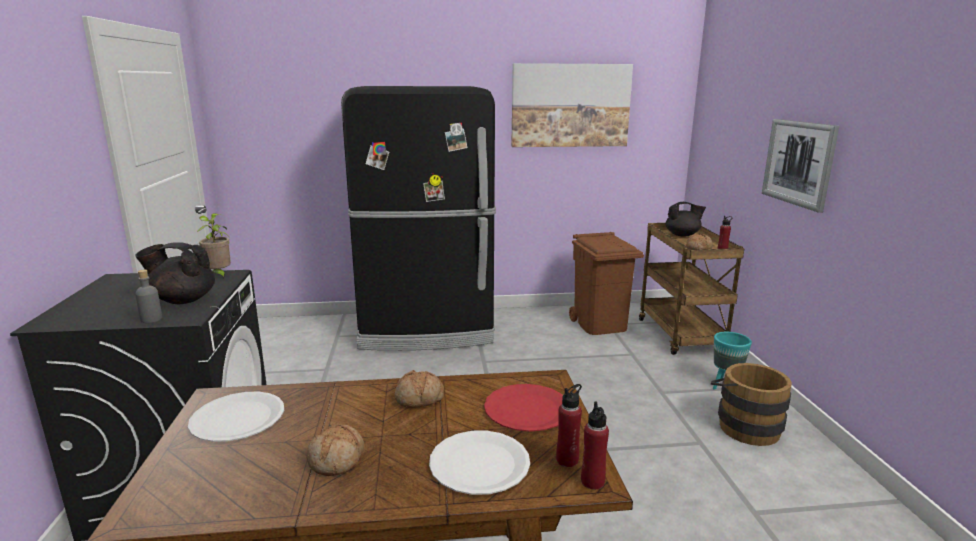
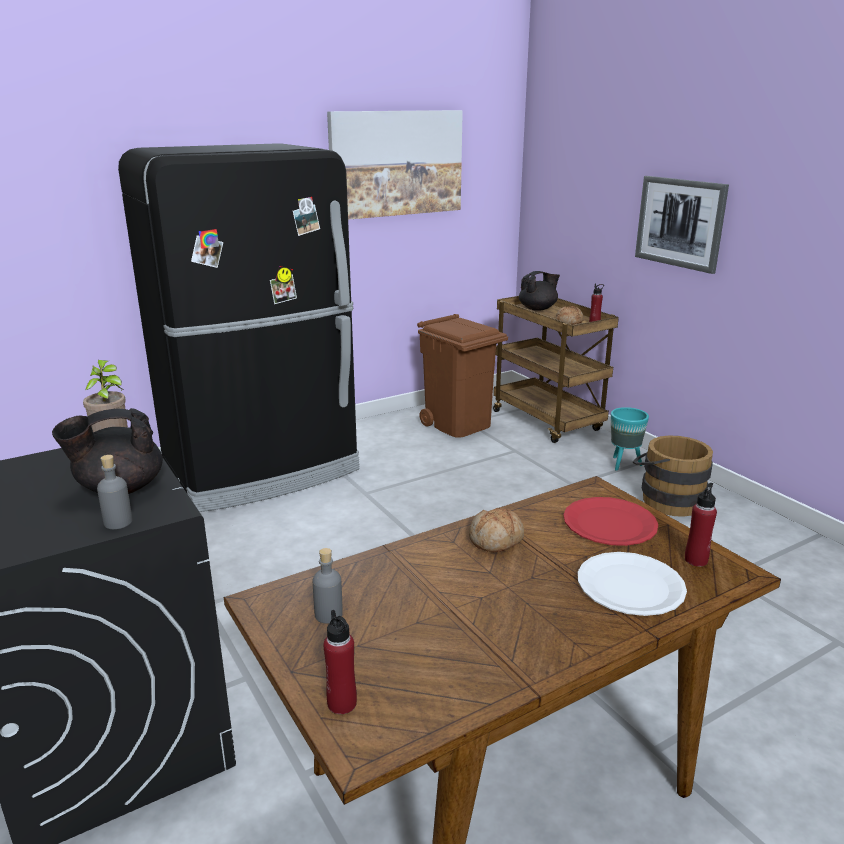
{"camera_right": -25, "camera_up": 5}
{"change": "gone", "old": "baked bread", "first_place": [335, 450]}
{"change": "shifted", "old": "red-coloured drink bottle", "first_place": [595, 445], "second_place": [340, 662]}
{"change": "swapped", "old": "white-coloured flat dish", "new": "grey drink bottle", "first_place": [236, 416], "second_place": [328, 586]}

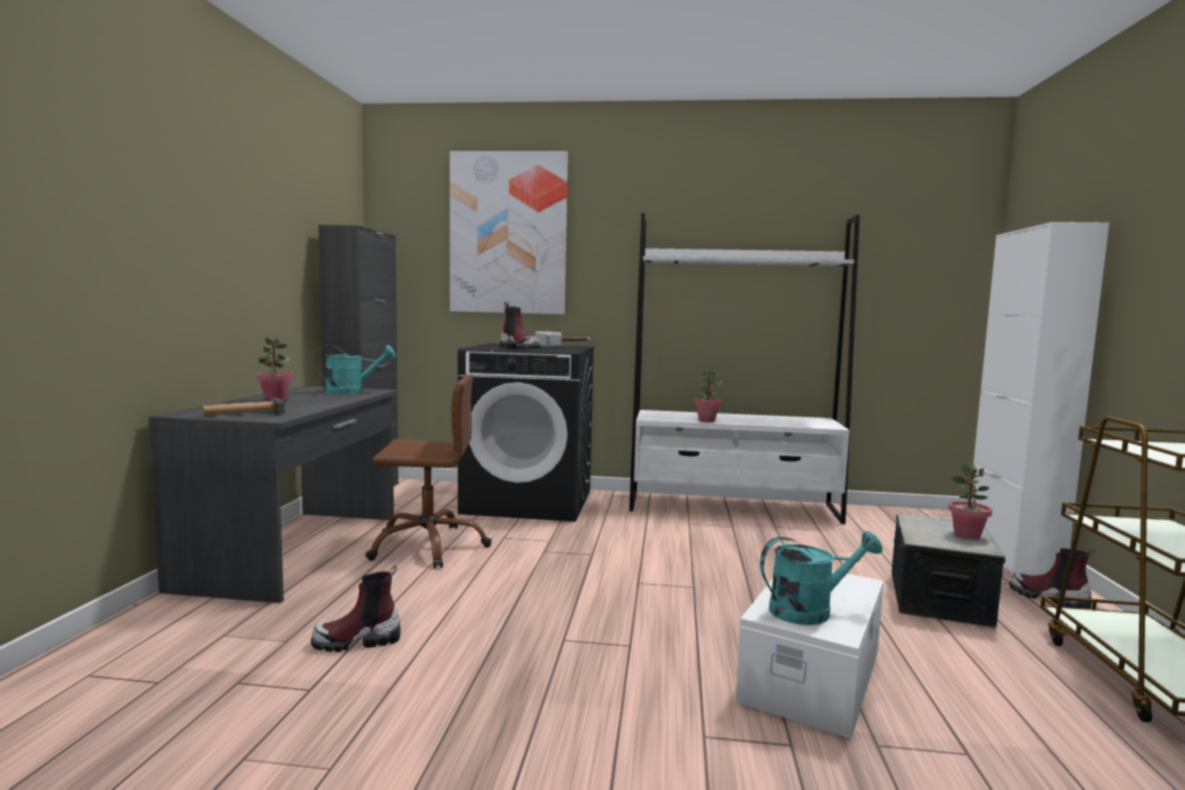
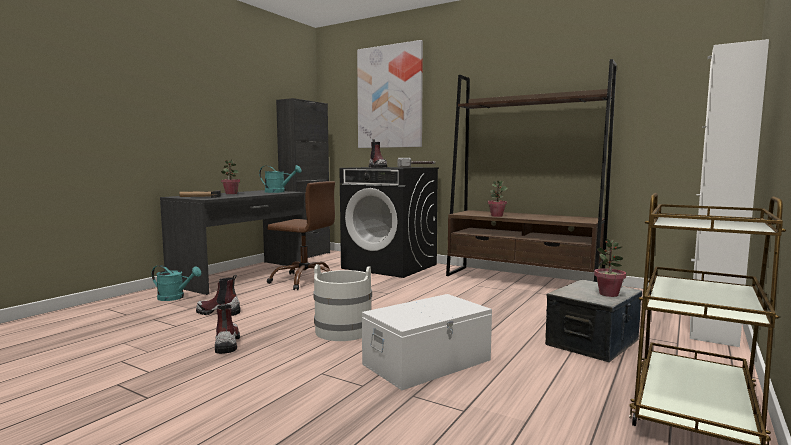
{"camera_right": 25, "camera_up": 0}
{"change": "new", "new": "white-coloured bucket", "second_place": [342, 302]}
{"change": "shifted", "old": "blue-green watering can", "first_place": [821, 578], "second_place": [177, 283]}
{"change": "shifted", "old": "boot", "first_place": [1052, 578], "second_place": [227, 329]}
{"change": "repainted", "old": "white-coloured bookshelf", "new": "brown bookshelf", "first_place": [744, 368], "second_place": [531, 170]}

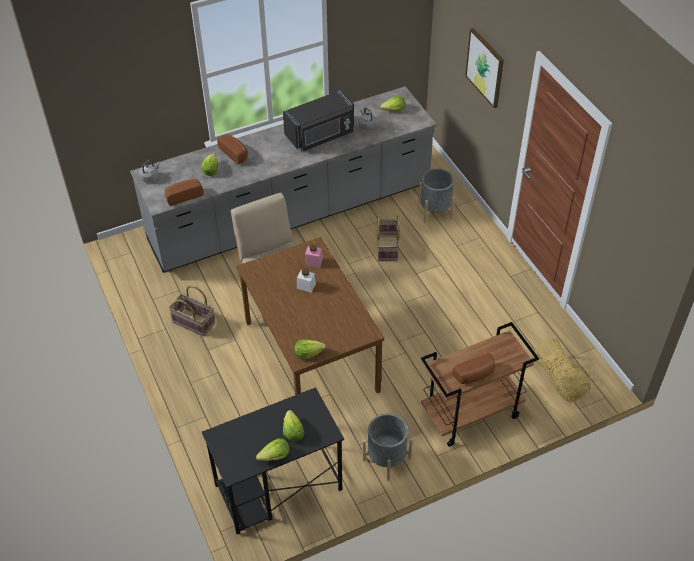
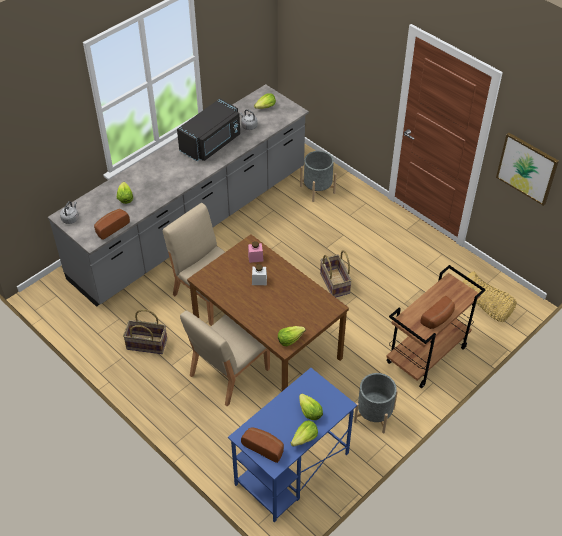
{"camera_right": -20, "camera_up": 0}
{"change": "new", "new": "sand-coloured chair", "second_place": [225, 358]}
{"change": "shifted", "old": "baked bread", "first_place": [232, 149], "second_place": [262, 445]}
{"change": "shifted", "old": "storage basket", "first_place": [388, 238], "second_place": [336, 273]}
{"change": "shifted", "old": "wall picture", "first_place": [484, 68], "second_place": [527, 169]}
{"change": "repainted", "old": "blackish desk table", "new": "blue-coloured desk table", "first_place": [273, 460], "second_place": [292, 445]}

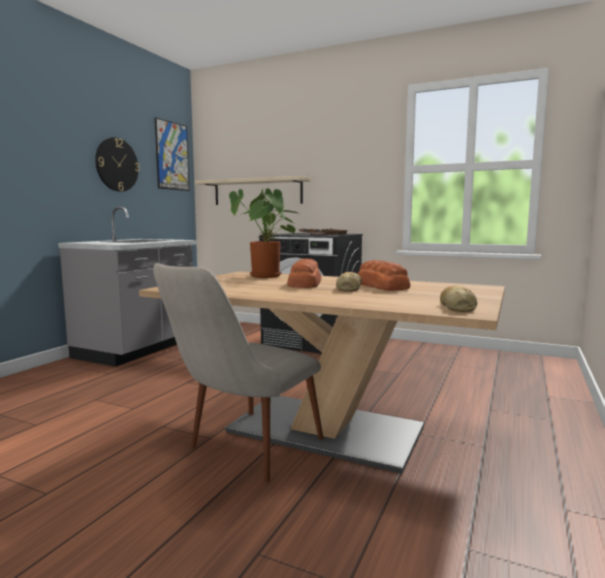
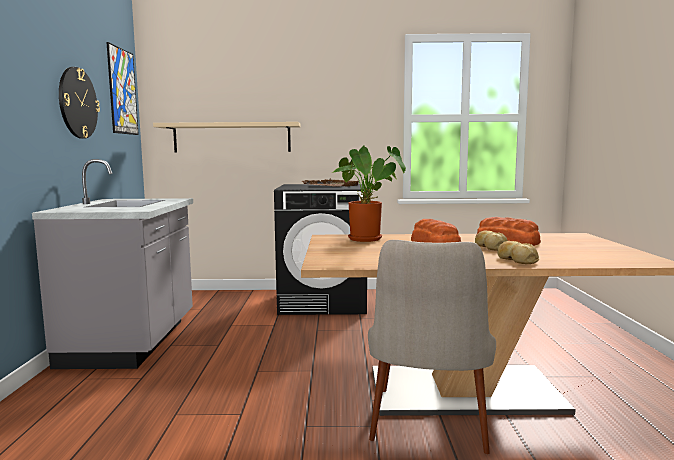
{"camera_right": -25, "camera_up": 0}
{"change": "shifted", "old": "baked bread", "first_place": [458, 299], "second_place": [518, 252]}

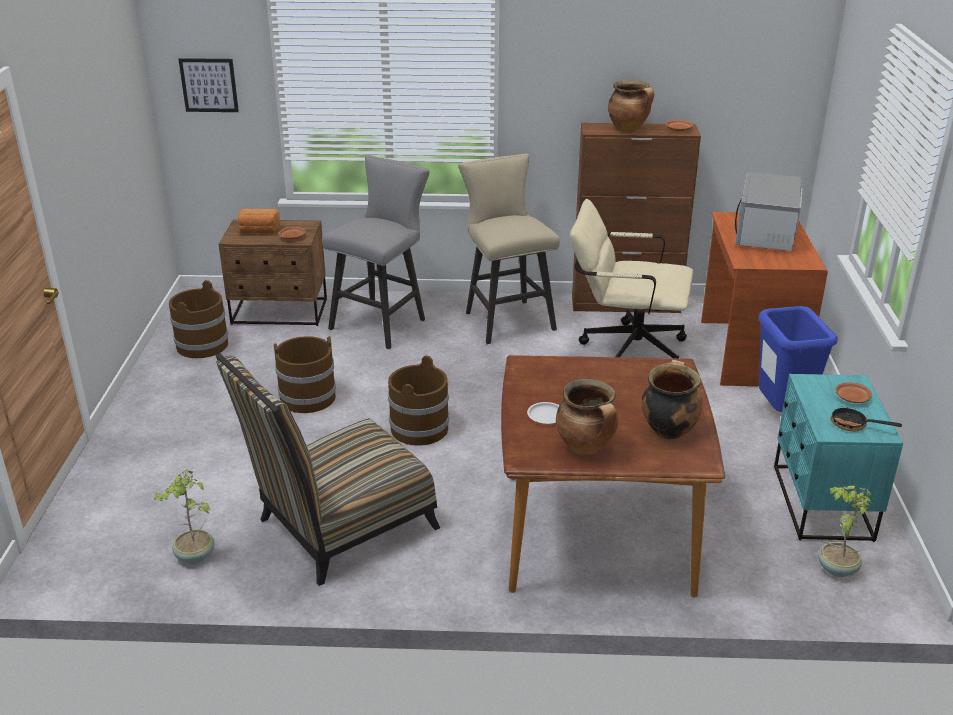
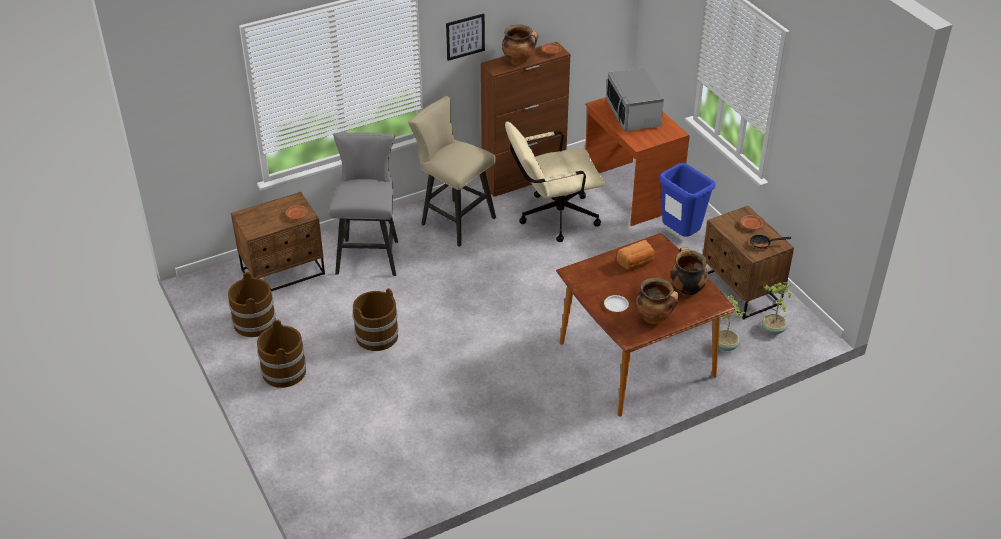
{"camera_right": -30, "camera_up": 10}
{"change": "gone", "old": "chair", "first_place": [327, 469]}
{"change": "shifted", "old": "plant in a pot", "first_place": [184, 516], "second_place": [736, 323]}
{"change": "shifted", "old": "wall picture", "first_place": [208, 85], "second_place": [465, 37]}
{"change": "shifted", "old": "baked bread", "first_place": [259, 221], "second_place": [635, 255]}
{"change": "shifted", "old": "brown bucket", "first_place": [418, 401], "second_place": [281, 354]}
{"change": "repainted", "old": "blue-green bedside table", "new": "brown bedside table", "first_place": [838, 458], "second_place": [748, 262]}

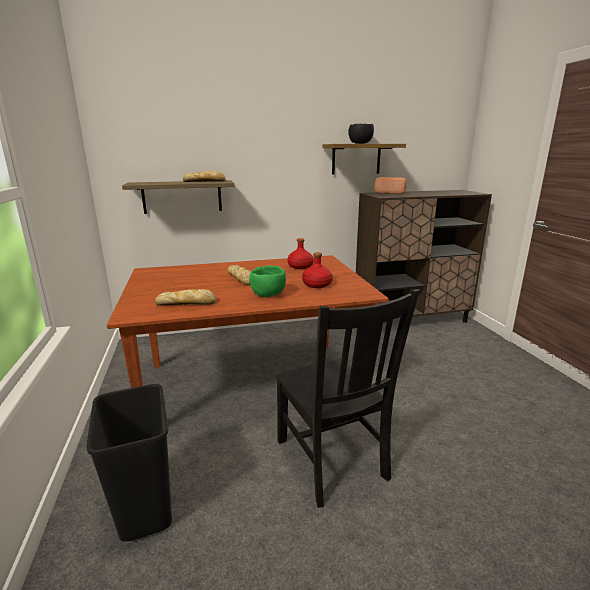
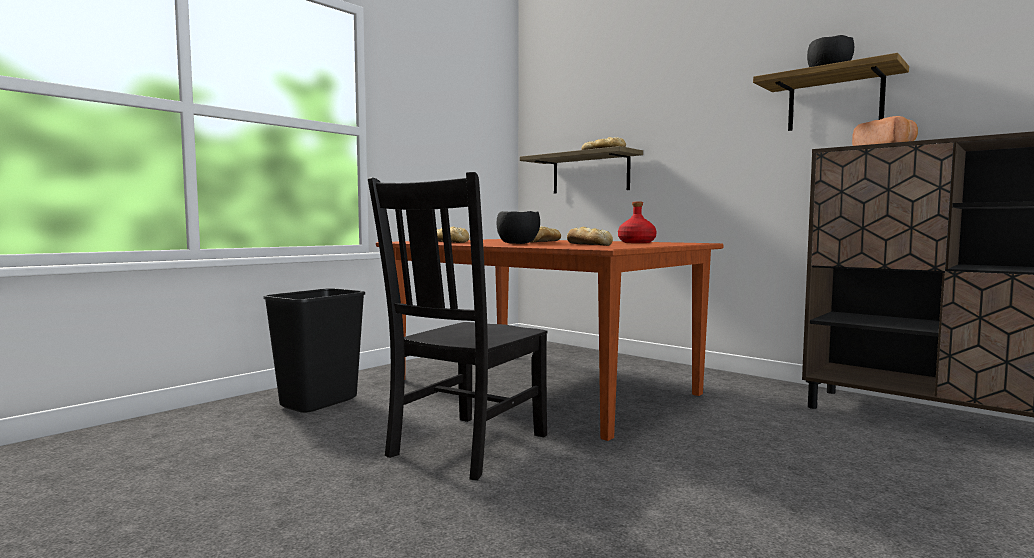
{"camera_right": 55, "camera_up": -15}
{"change": "swapped", "old": "red-coloured drink bottle", "new": "baked bread", "first_place": [317, 270], "second_place": [590, 236]}
{"change": "repainted", "old": "greenish bowl", "new": "blackish bowl", "first_place": [267, 281], "second_place": [518, 227]}

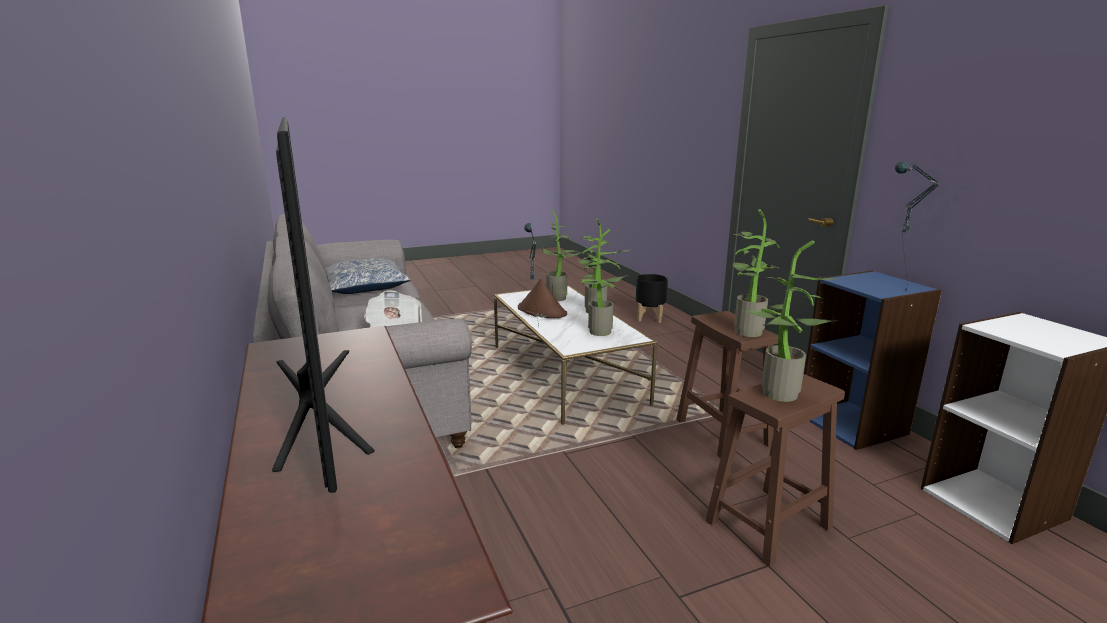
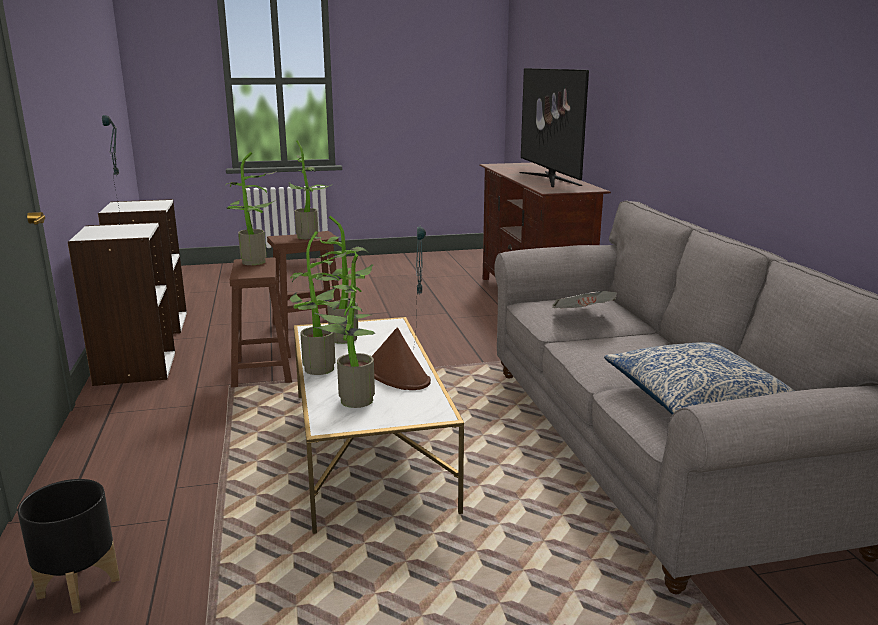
{"camera_right": -170, "camera_up": 0}
{"change": "repainted", "old": "blue-coloured bookshelf", "new": "white-coloured bookshelf", "first_place": [873, 360], "second_place": [121, 304]}

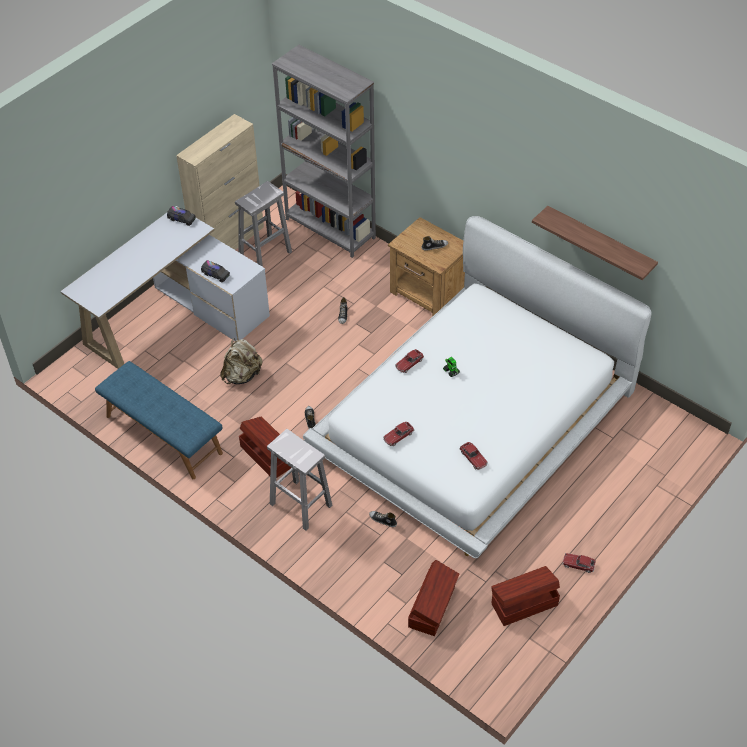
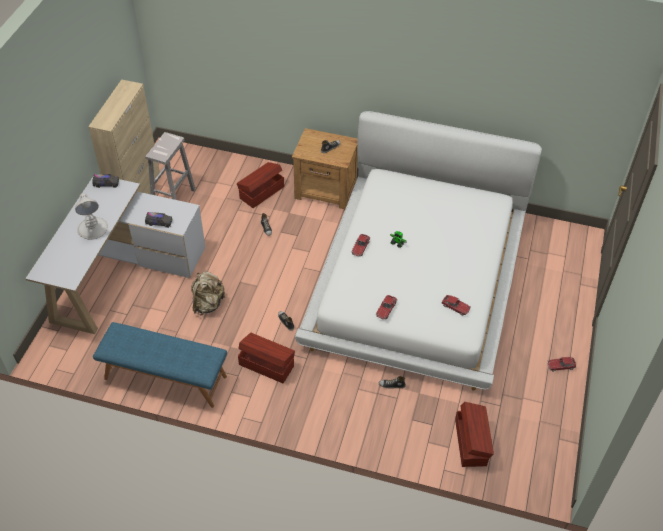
{"camera_right": -25, "camera_up": 0}
{"change": "gone", "old": "white-coloured stool", "first_place": [300, 480]}
{"change": "gone", "old": "grey bookshelf", "first_place": [324, 151]}
{"change": "gone", "old": "wall shelf", "first_place": [595, 243]}
{"change": "new", "new": "white-coloured tabletop lamp", "second_place": [91, 216]}
{"change": "shifted", "old": "brown storage bin", "first_place": [525, 596], "second_place": [260, 185]}

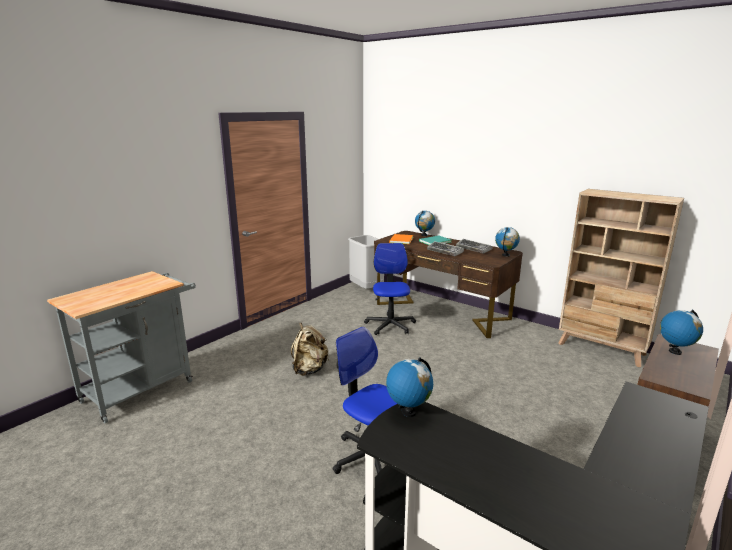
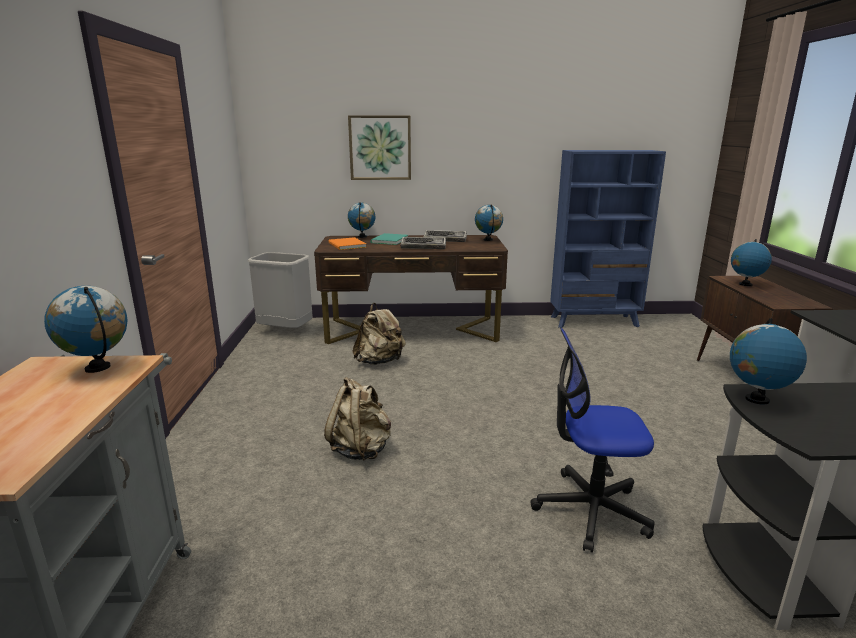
{"camera_right": -40, "camera_up": 0}
{"change": "new", "new": "world globe", "second_place": [86, 329]}
{"change": "new", "new": "wall picture", "second_place": [379, 147]}
{"change": "swapped", "old": "desk chair", "new": "sand-coloured knapsack", "first_place": [390, 289], "second_place": [379, 334]}
{"change": "repainted", "old": "sand-coloured bookshelf", "new": "blue-coloured bookshelf", "first_place": [621, 278], "second_place": [608, 239]}

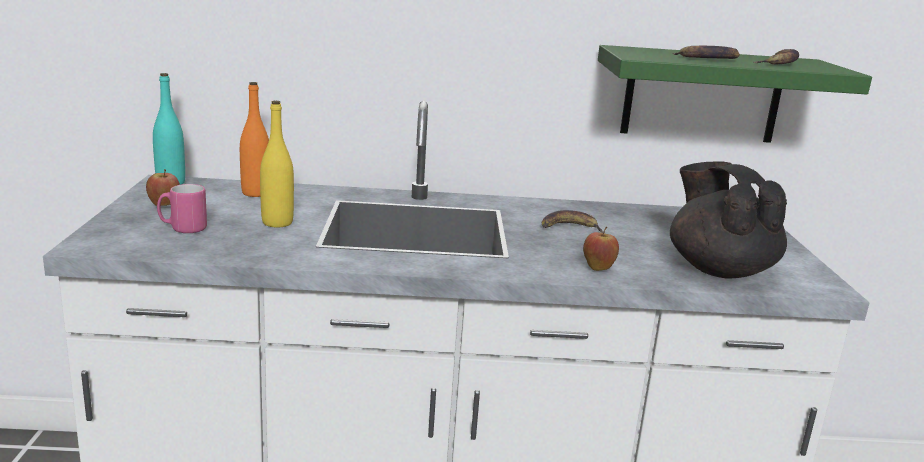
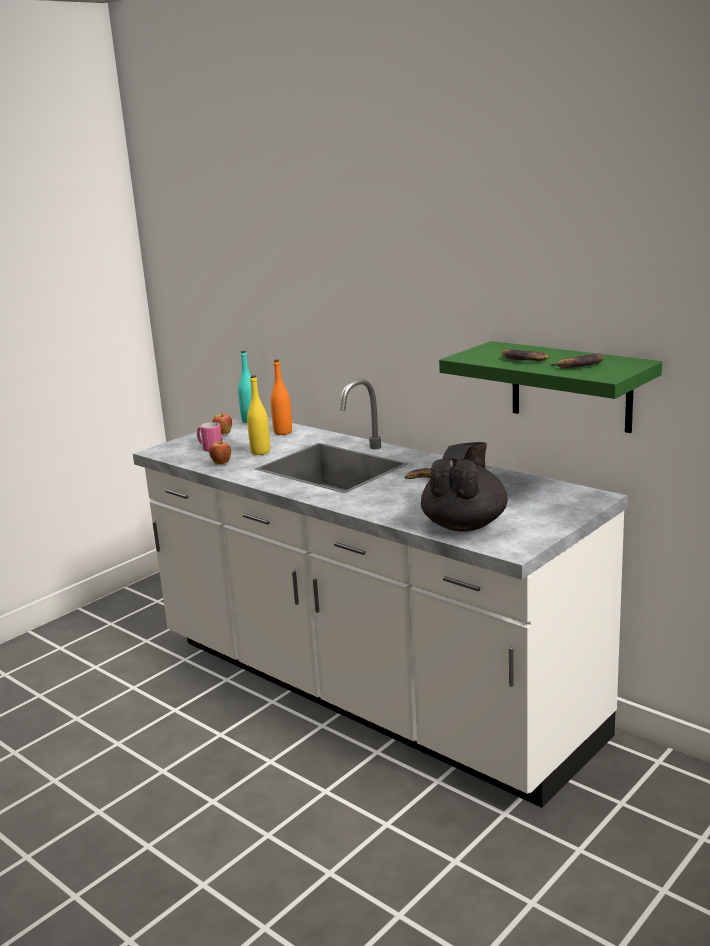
{"camera_right": 45, "camera_up": 0}
{"change": "shifted", "old": "apple fruit", "first_place": [601, 248], "second_place": [220, 451]}

